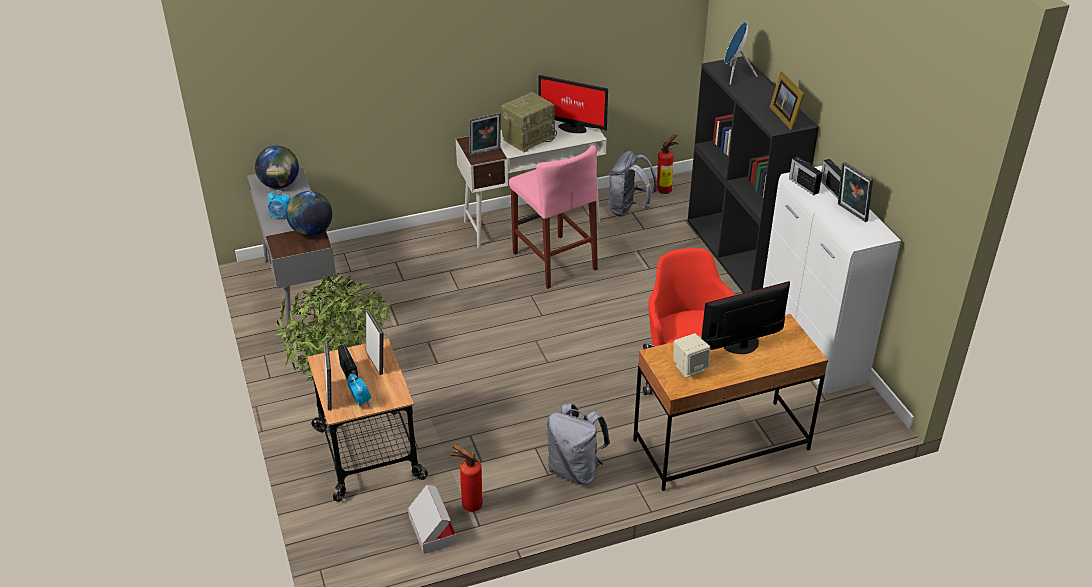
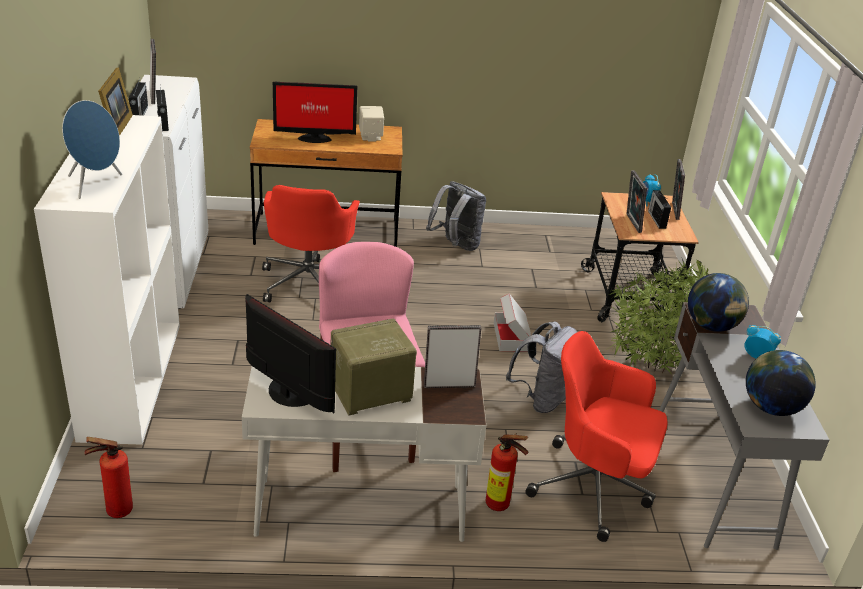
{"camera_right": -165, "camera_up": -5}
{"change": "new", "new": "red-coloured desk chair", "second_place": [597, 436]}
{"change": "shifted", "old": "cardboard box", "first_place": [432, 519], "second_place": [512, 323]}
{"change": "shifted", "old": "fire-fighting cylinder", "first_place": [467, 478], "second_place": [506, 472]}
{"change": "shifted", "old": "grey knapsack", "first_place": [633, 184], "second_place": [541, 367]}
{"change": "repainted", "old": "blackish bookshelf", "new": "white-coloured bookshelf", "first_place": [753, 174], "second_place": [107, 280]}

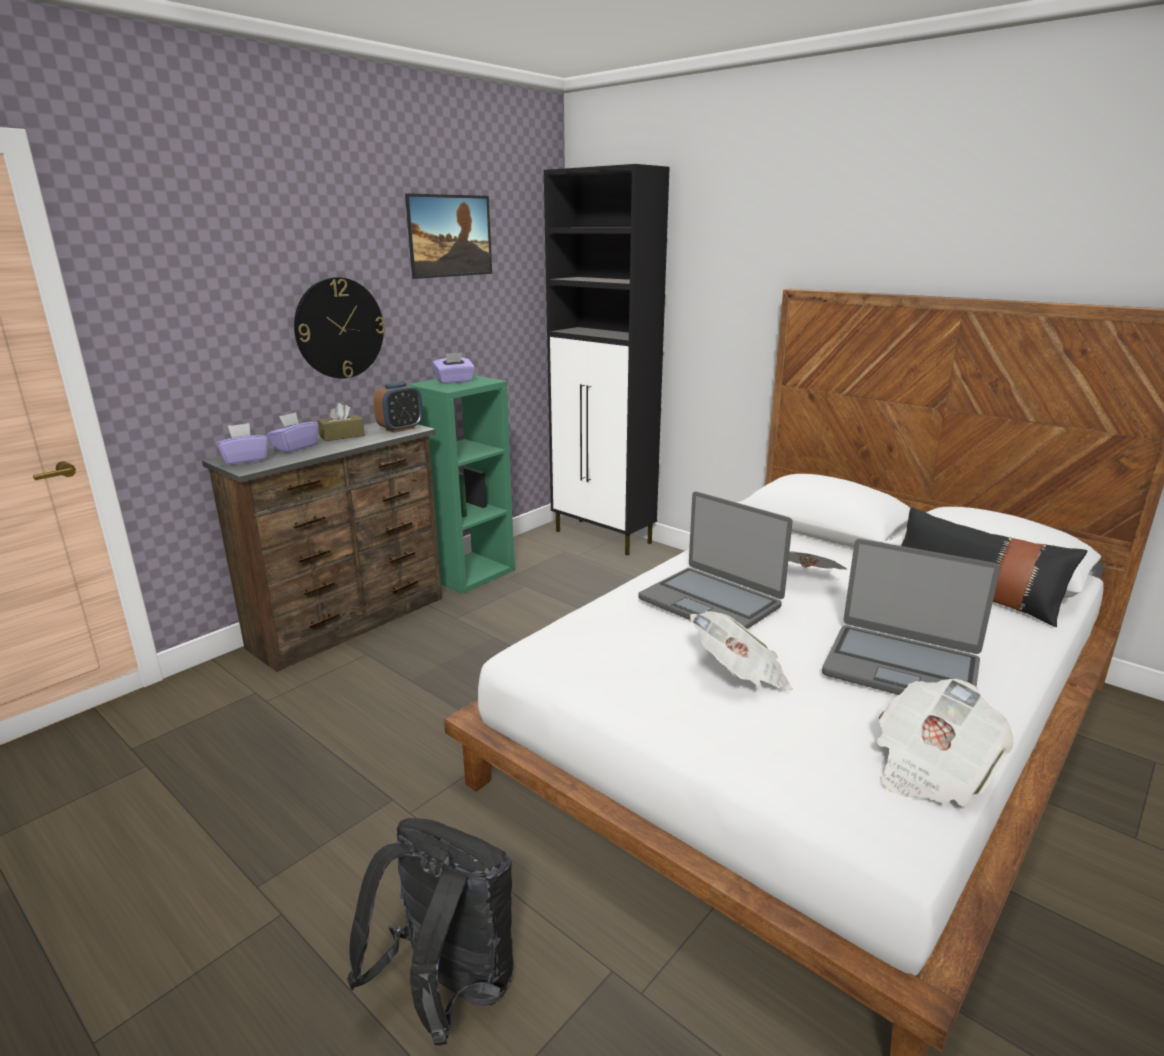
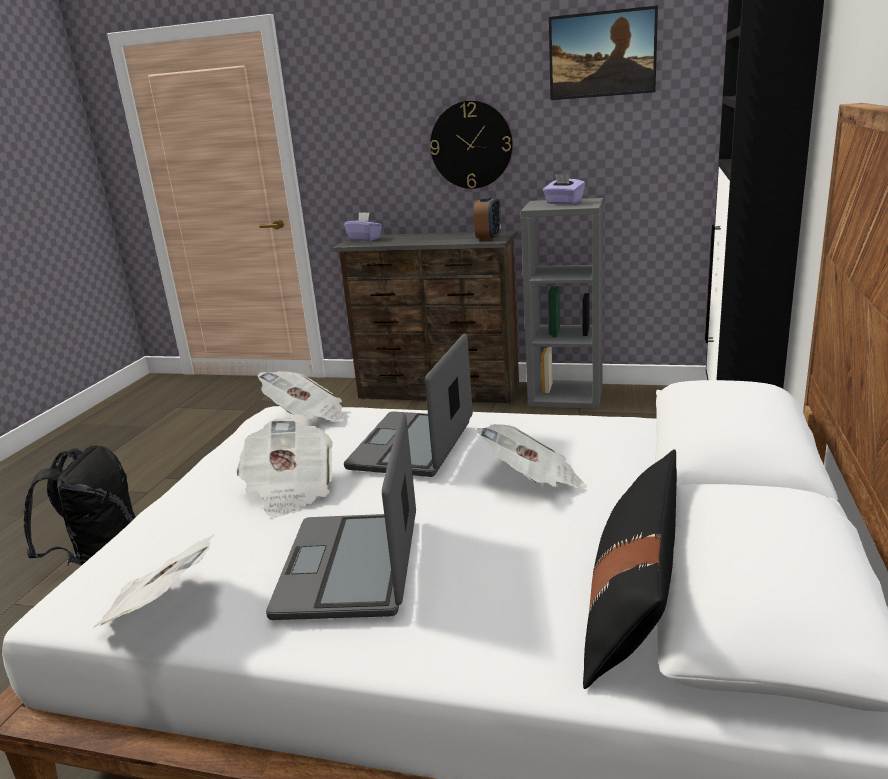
{"camera_right": 65, "camera_up": 0}
{"change": "gone", "old": "purplish box of tissues", "first_place": [293, 432]}
{"change": "gone", "old": "brown box of tissues", "first_place": [341, 422]}
{"change": "new", "new": "printed paper", "second_place": [301, 396]}
{"change": "repainted", "old": "greenish bookshelf", "new": "grey bookshelf", "first_place": [460, 484], "second_place": [562, 303]}
{"change": "rotated", "old": "bedside clock", "first_place": [398, 407], "second_place": [487, 218], "degrees": -90}

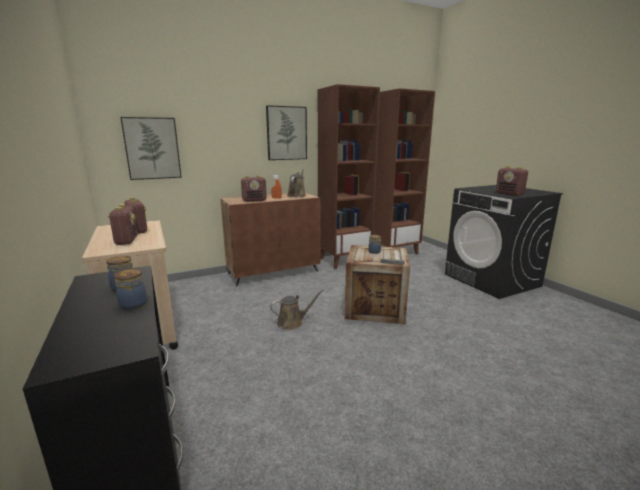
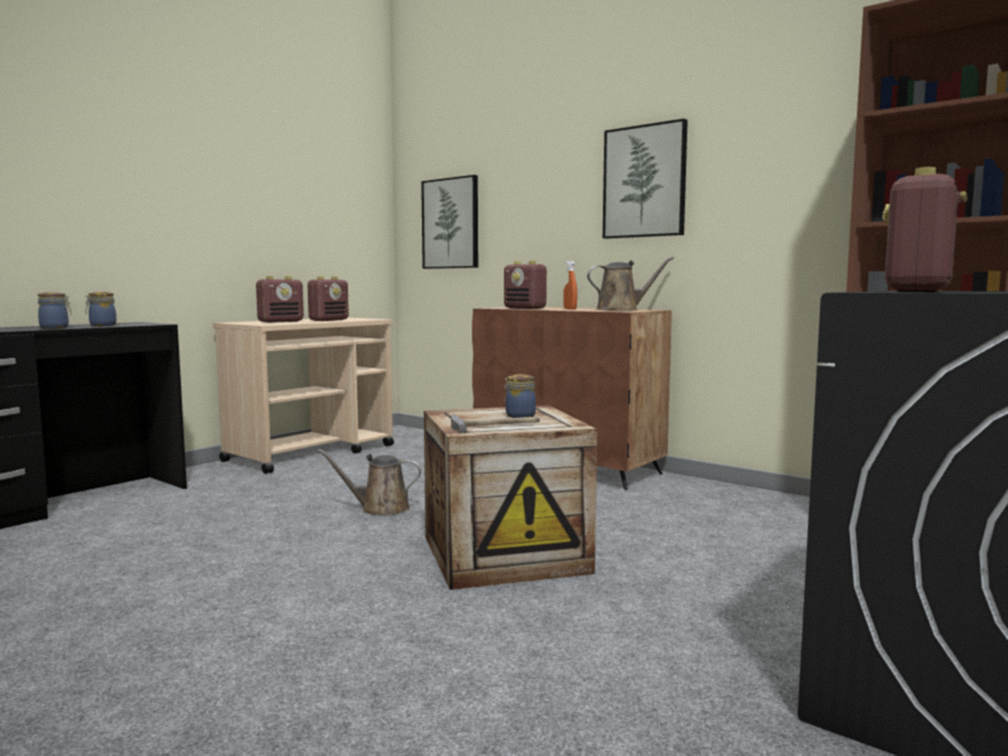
{"camera_right": 65, "camera_up": -10}
{"change": "gone", "old": "brown bookshelf", "first_place": [349, 176]}
{"change": "rotated", "old": "brown watering can", "first_place": [297, 309], "second_place": [369, 482], "degrees": 135}

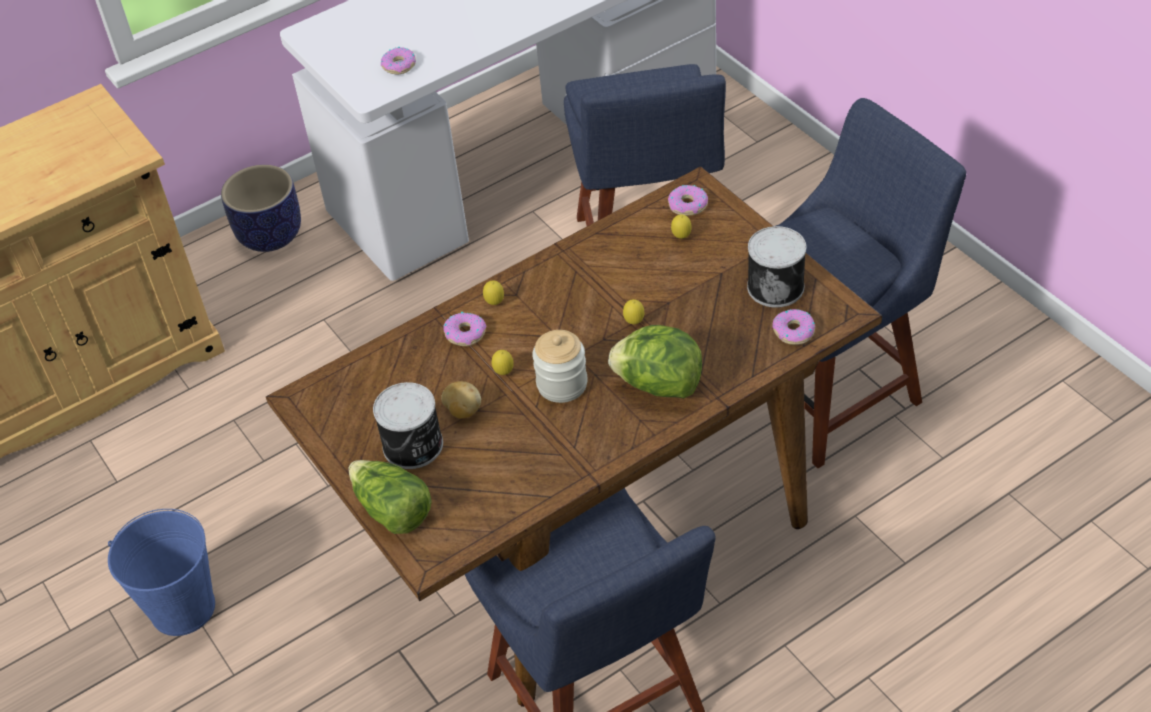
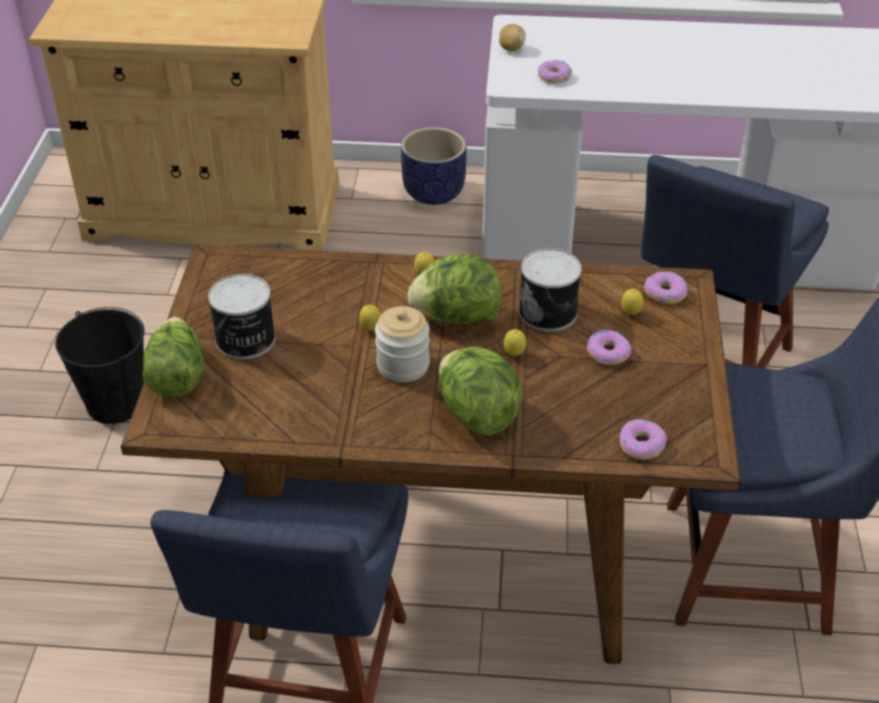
{"camera_right": 35, "camera_up": -5}
{"change": "new", "new": "lettuce head", "second_place": [454, 289]}
{"change": "shifted", "old": "whole potato", "first_place": [461, 400], "second_place": [512, 37]}
{"change": "shifted", "old": "doughnut", "first_place": [465, 329], "second_place": [609, 347]}
{"change": "shifted", "old": "can", "first_place": [776, 267], "second_place": [550, 290]}
{"change": "repainted", "old": "blue-coloured bucket", "new": "blackish bucket", "first_place": [161, 572], "second_place": [100, 365]}

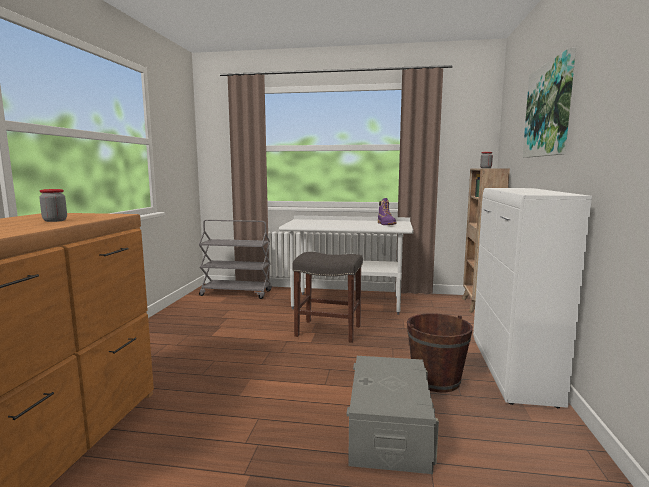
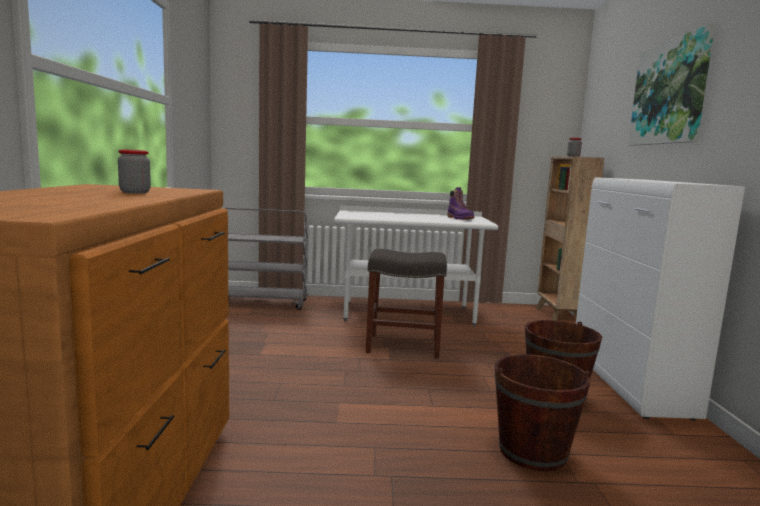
{"camera_right": -10, "camera_up": 0}
{"change": "swapped", "old": "grey storage bin", "new": "brown bucket", "first_place": [392, 415], "second_place": [542, 412]}

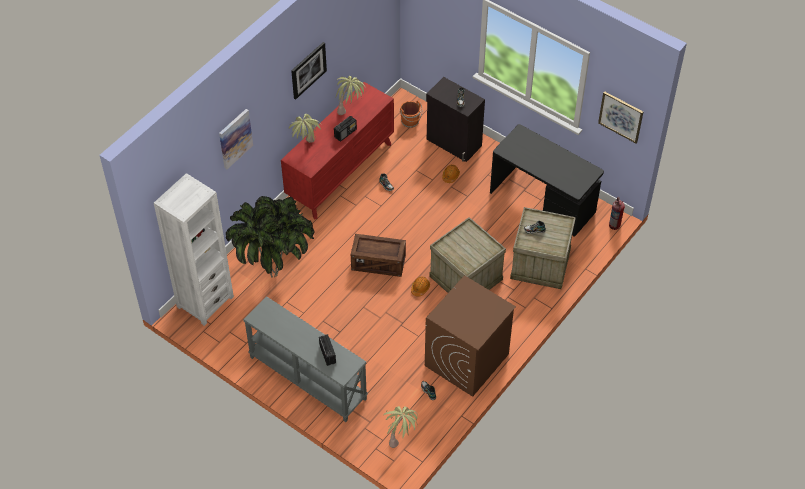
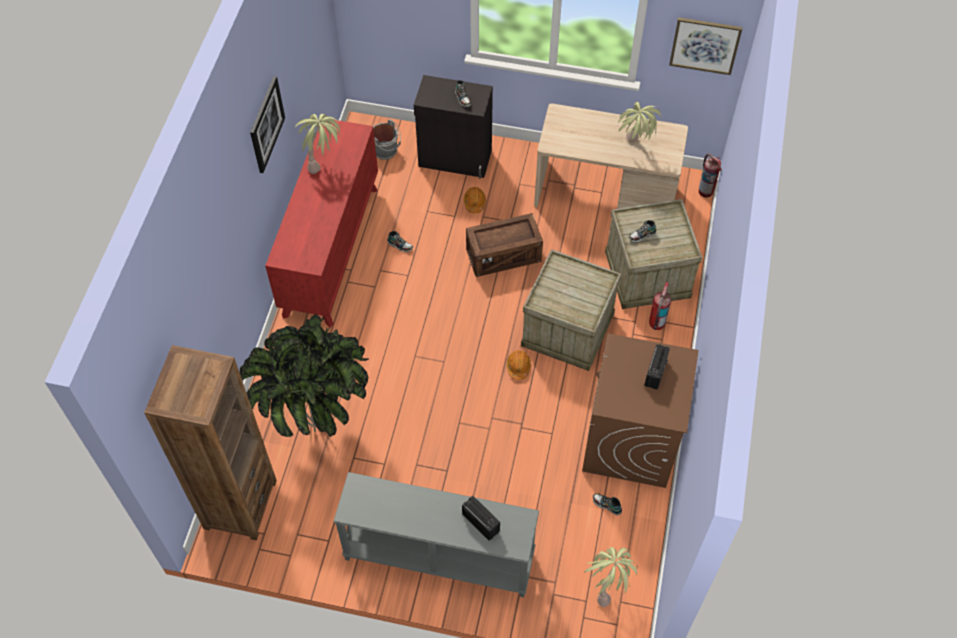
{"camera_right": -25, "camera_up": 5}
{"change": "gone", "old": "wall picture", "first_place": [236, 139]}
{"change": "new", "new": "fire-fighting cylinder", "second_place": [660, 306]}
{"change": "shifted", "old": "plant in a pot", "first_place": [305, 128], "second_place": [639, 122]}
{"change": "shifted", "old": "radio receiver", "first_place": [345, 129], "second_place": [657, 367]}
{"change": "shifted", "old": "crate", "first_place": [378, 255], "second_place": [504, 245]}
{"change": "repainted", "old": "white-coloured bookshelf", "new": "brown bookshelf", "first_place": [194, 249], "second_place": [210, 442]}
{"change": "repainted", "old": "orange-coloured bucket", "new": "grey bucket", "first_place": [411, 114], "second_place": [387, 139]}
{"change": "repainted", "old": "blackish desk table", "new": "sand-coloured desk table", "first_place": [547, 180], "second_place": [611, 156]}

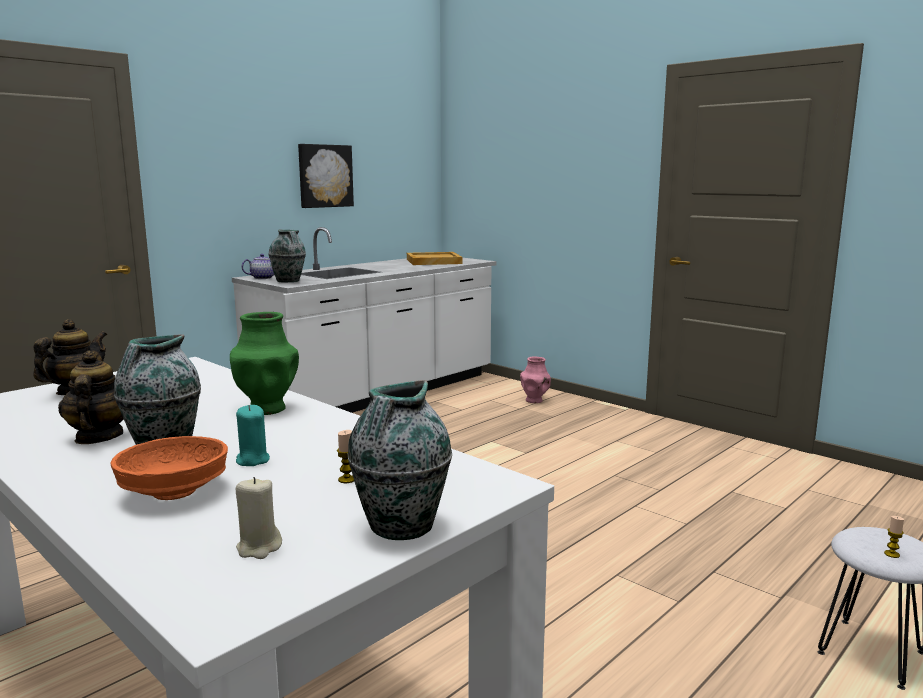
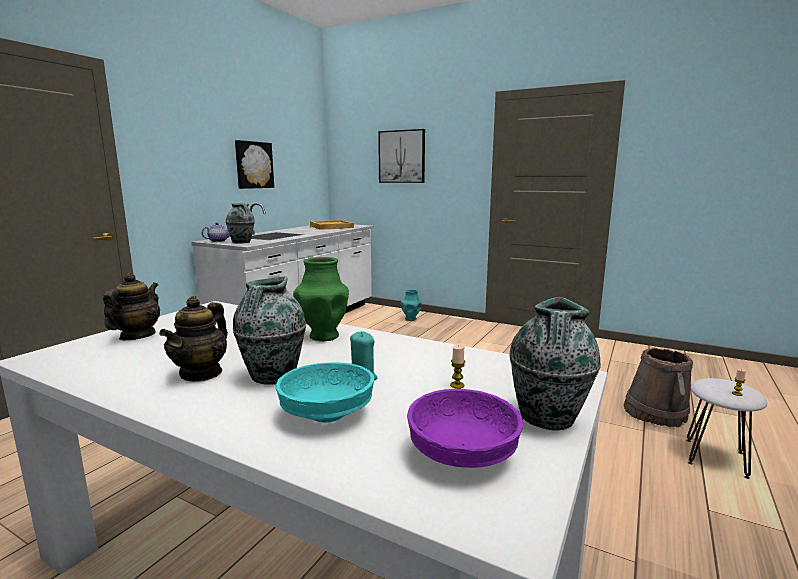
{"camera_right": -15, "camera_up": 0}
{"change": "new", "new": "wall picture", "second_place": [401, 156]}
{"change": "new", "new": "brown bucket", "second_place": [658, 387]}
{"change": "swapped", "old": "sand-coloured candle", "new": "purplish bowl", "first_place": [259, 518], "second_place": [465, 428]}
{"change": "repainted", "old": "orange-coloured bowl", "new": "blue-green bowl", "first_place": [169, 468], "second_place": [325, 392]}
{"change": "repainted", "old": "pink-coloured vase", "new": "blue-green vase", "first_place": [535, 380], "second_place": [411, 305]}
{"change": "rotated", "old": "pot for tea", "first_place": [90, 397], "second_place": [193, 339], "degrees": -135}

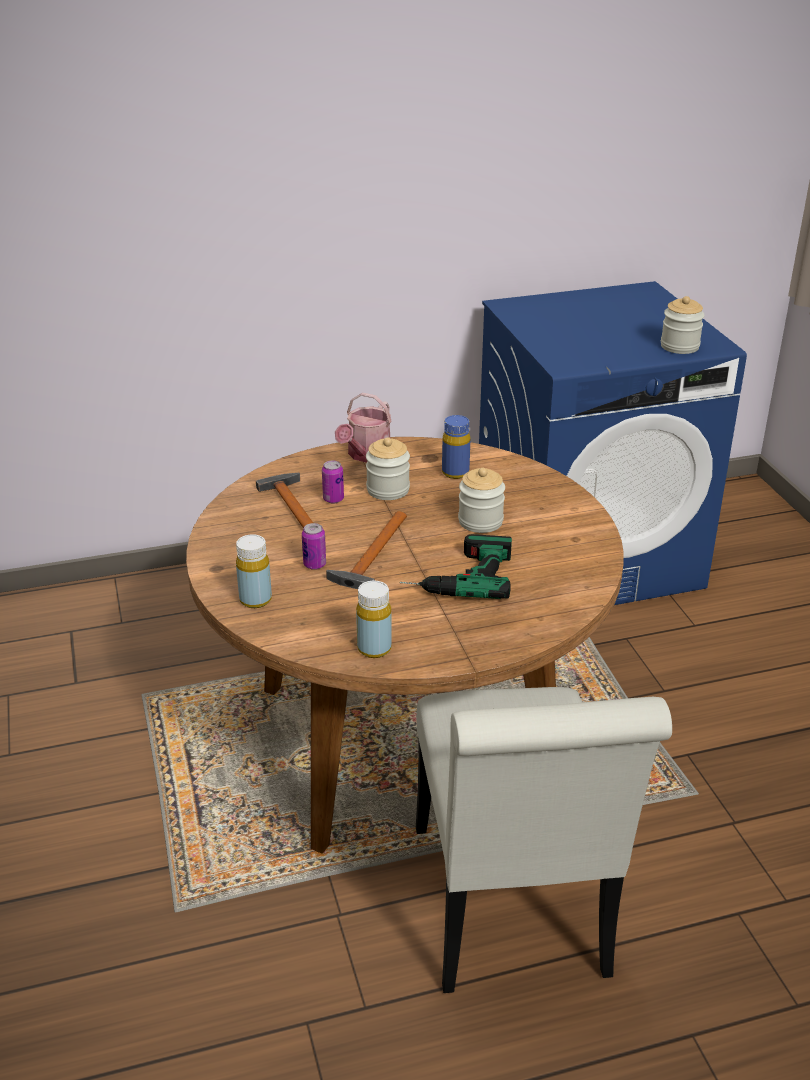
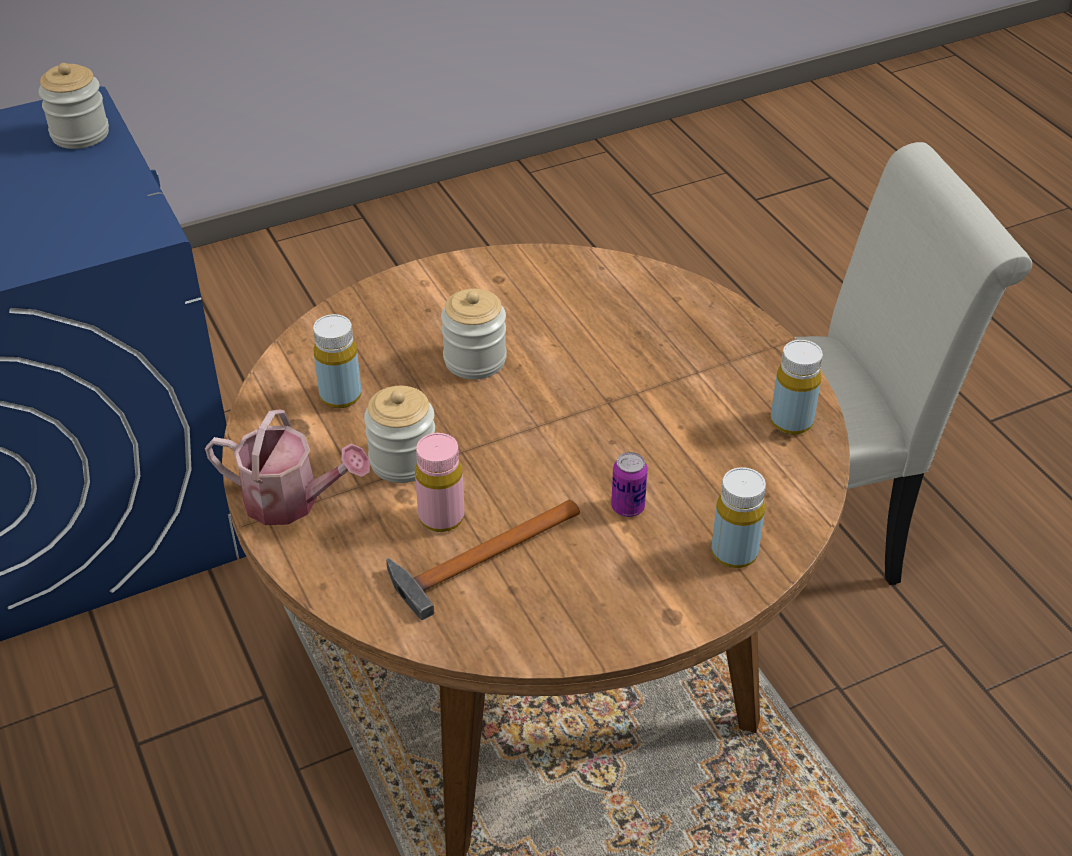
{"camera_right": -100, "camera_up": 10}
{"change": "gone", "old": "hammer", "first_place": [366, 550]}
{"change": "gone", "old": "drill", "first_place": [456, 566]}
{"change": "swapped", "old": "can", "new": "pink-coloured drink bottle", "first_place": [333, 481], "second_place": [440, 482]}
{"change": "repainted", "old": "blue-coloured drink bottle", "new": "yellow drink bottle", "first_place": [456, 447], "second_place": [337, 361]}

